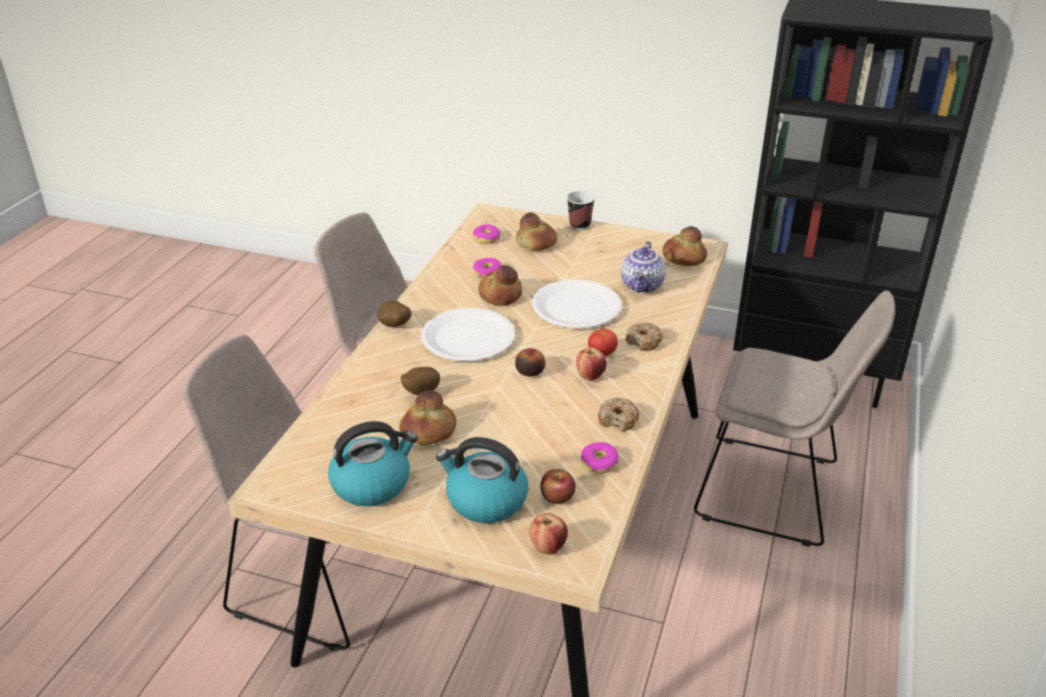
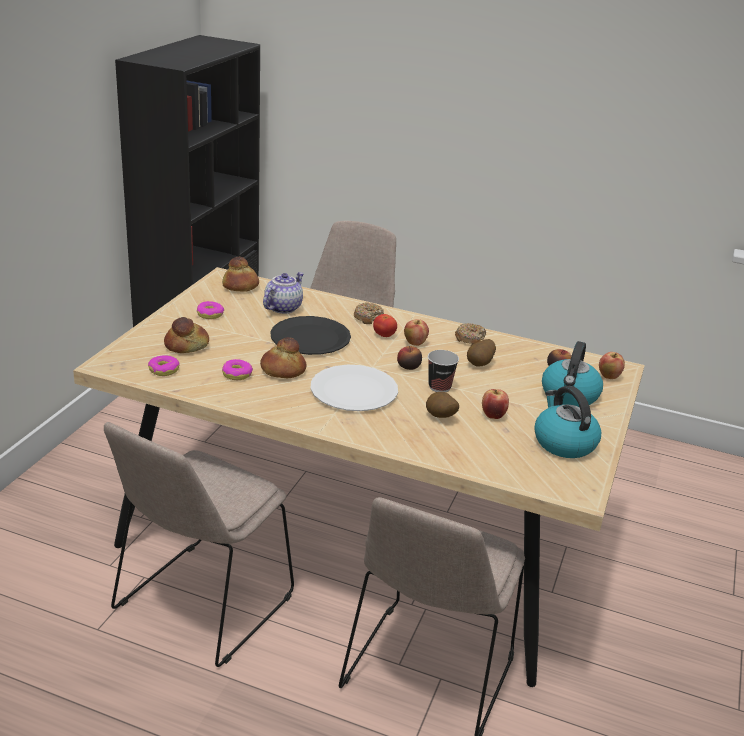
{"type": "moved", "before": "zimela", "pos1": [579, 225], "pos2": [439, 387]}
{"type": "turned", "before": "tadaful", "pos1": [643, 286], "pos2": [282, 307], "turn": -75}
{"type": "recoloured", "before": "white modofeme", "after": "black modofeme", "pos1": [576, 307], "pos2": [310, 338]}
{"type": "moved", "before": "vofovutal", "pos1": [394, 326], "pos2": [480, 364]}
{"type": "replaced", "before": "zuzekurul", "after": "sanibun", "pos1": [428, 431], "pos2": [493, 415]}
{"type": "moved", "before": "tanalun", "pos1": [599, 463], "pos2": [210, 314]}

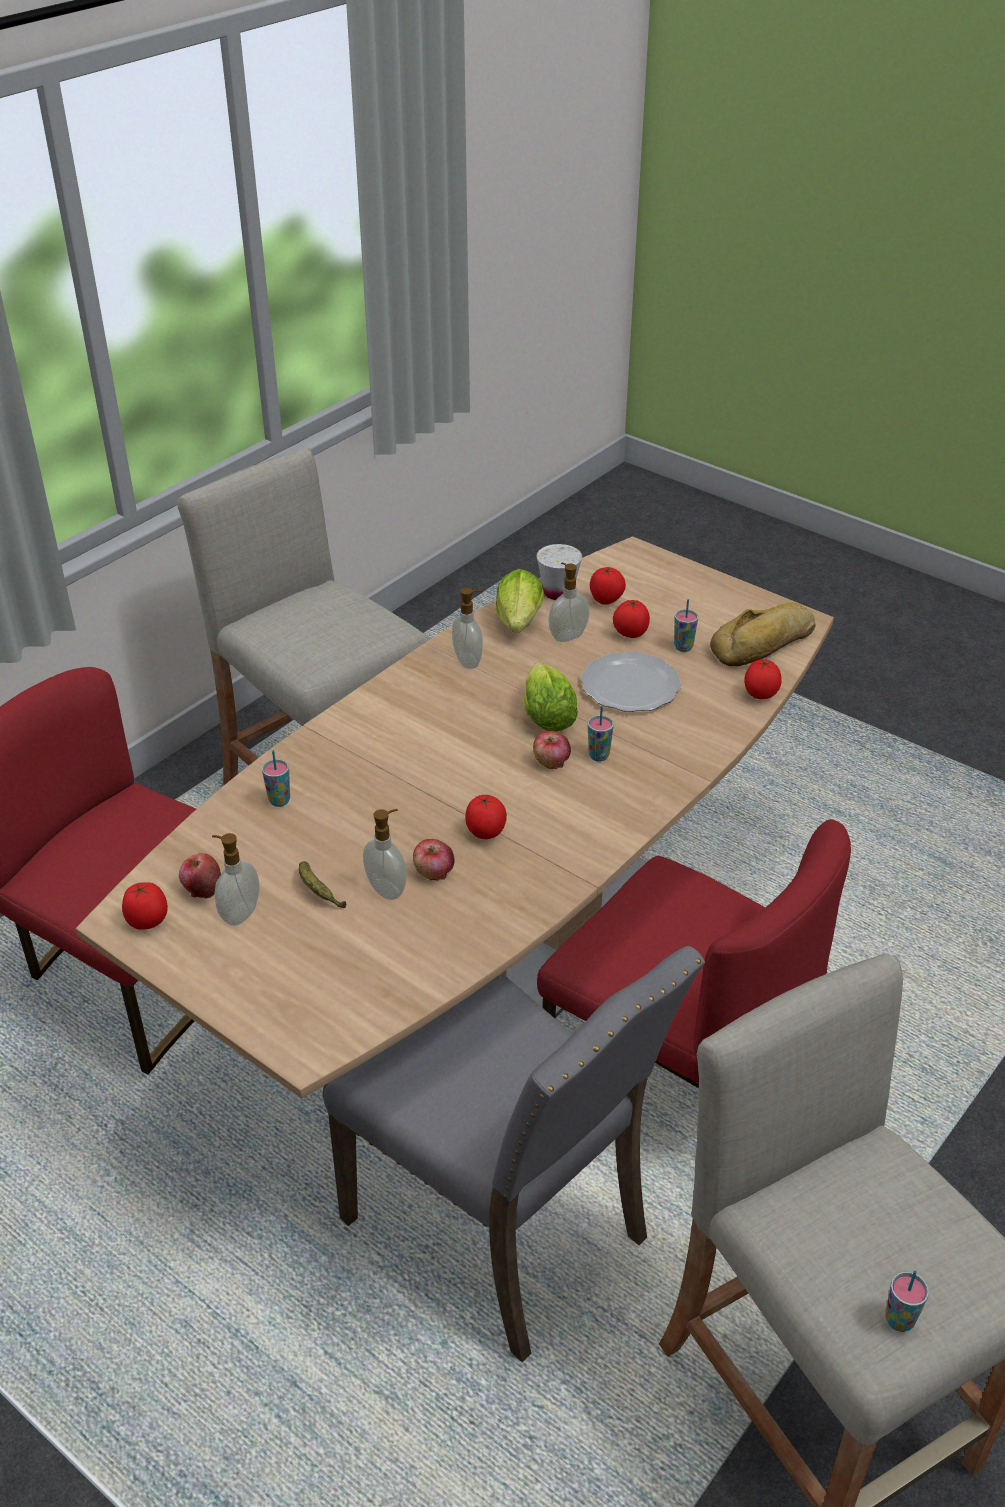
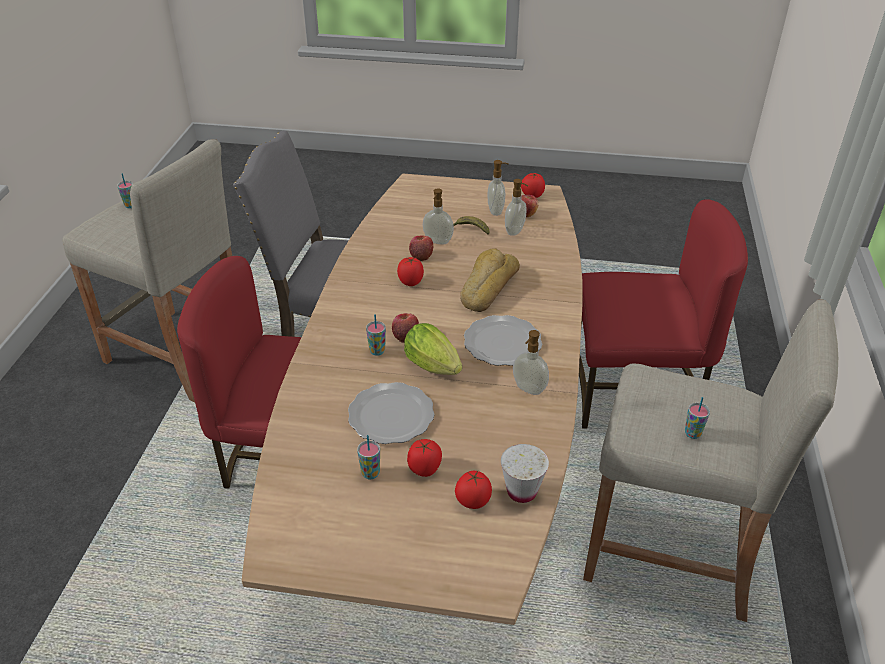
{"type": "moved", "before": "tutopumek", "pos1": [567, 636], "pos2": [515, 231]}
{"type": "removed", "before": "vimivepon", "pos1": [518, 625]}
{"type": "moved", "before": "zuzekurul", "pos1": [765, 644], "pos2": [487, 287]}
{"type": "removed", "before": "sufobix", "pos1": [760, 695]}
{"type": "moved", "before": "zimela", "pos1": [279, 801], "pos2": [692, 433]}
{"type": "added", "after": "modofeme", "pos2": [502, 342]}

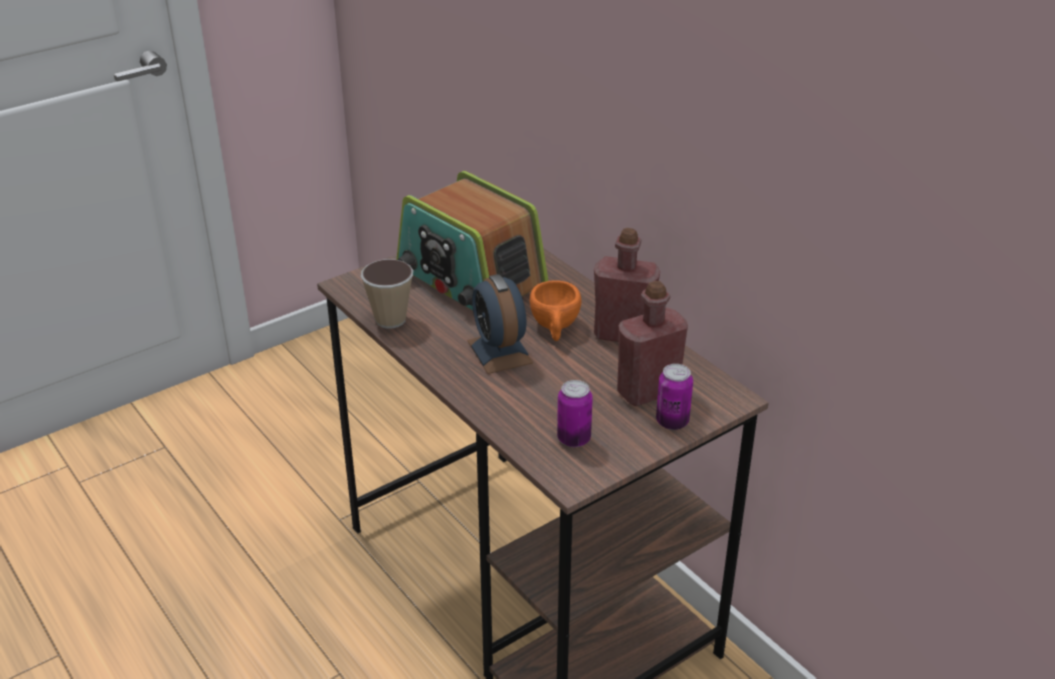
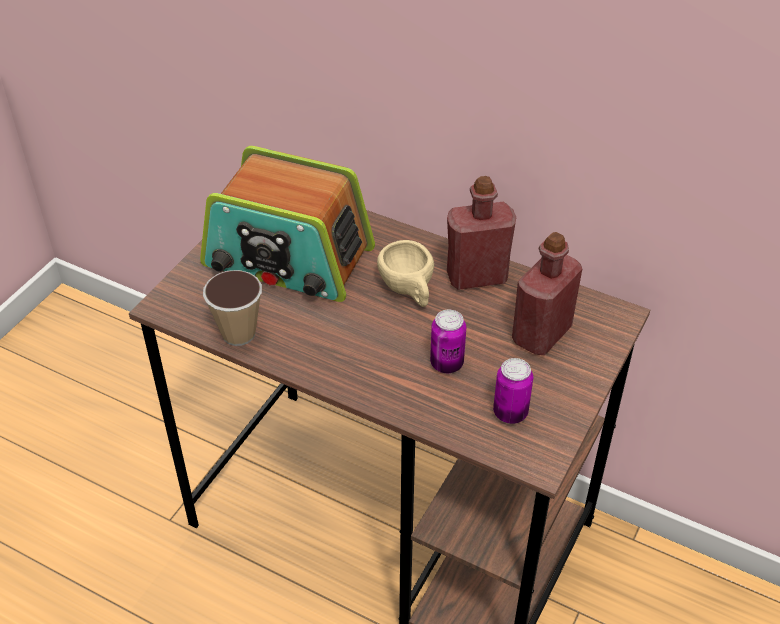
{"type": "removed", "before": "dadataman", "pos1": [499, 352]}
{"type": "recoloured", "before": "orange zimela", "after": "beige zimela", "pos1": [555, 328], "pos2": [409, 290]}
{"type": "moved", "before": "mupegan", "pos1": [672, 422], "pos2": [446, 364]}

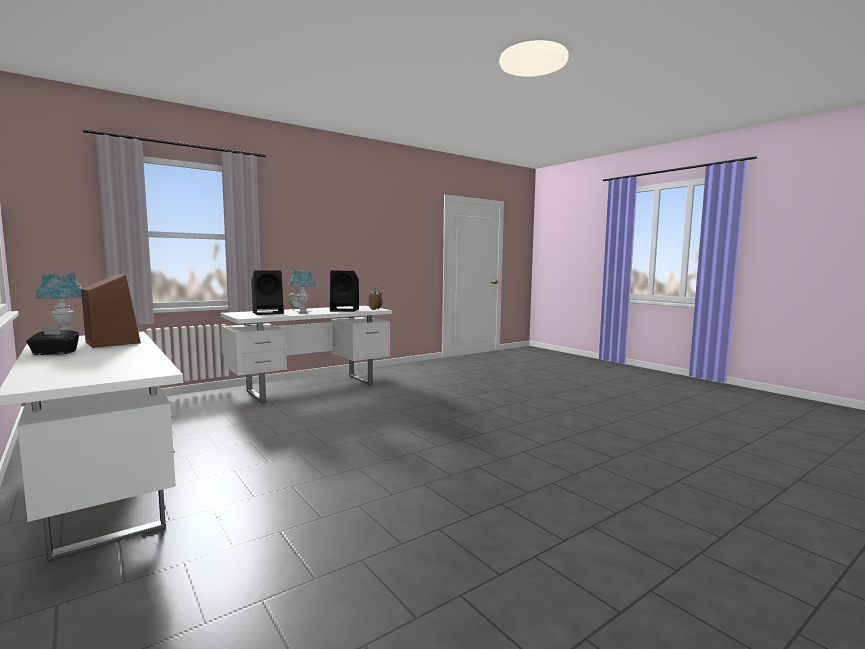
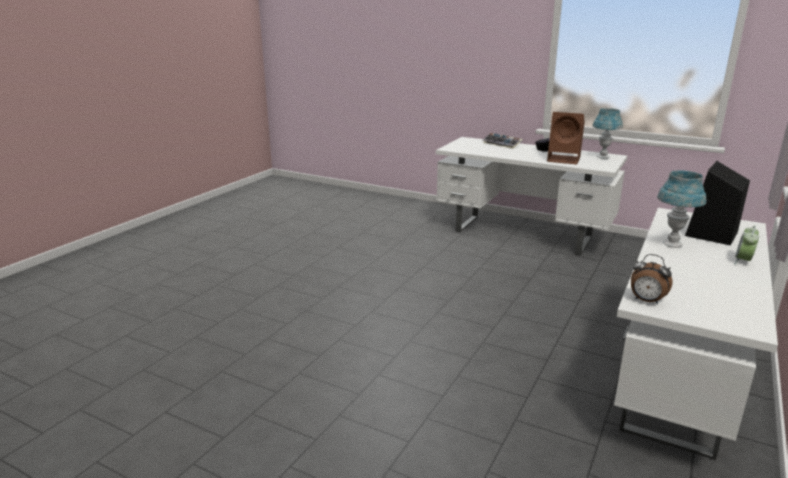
{"type": "removed", "before": "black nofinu", "pos1": [345, 310]}
{"type": "added", "after": "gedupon", "pos2": [503, 144]}

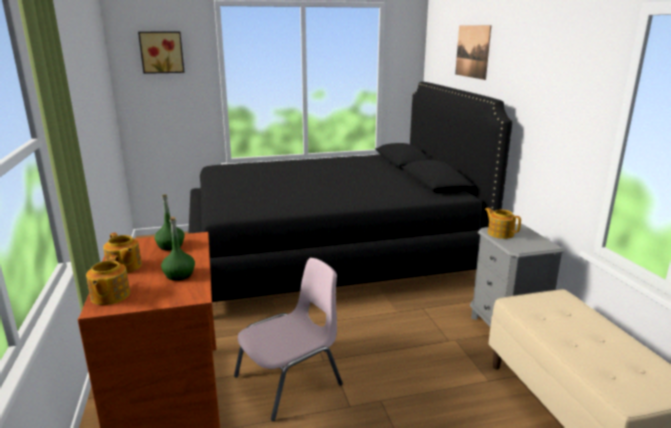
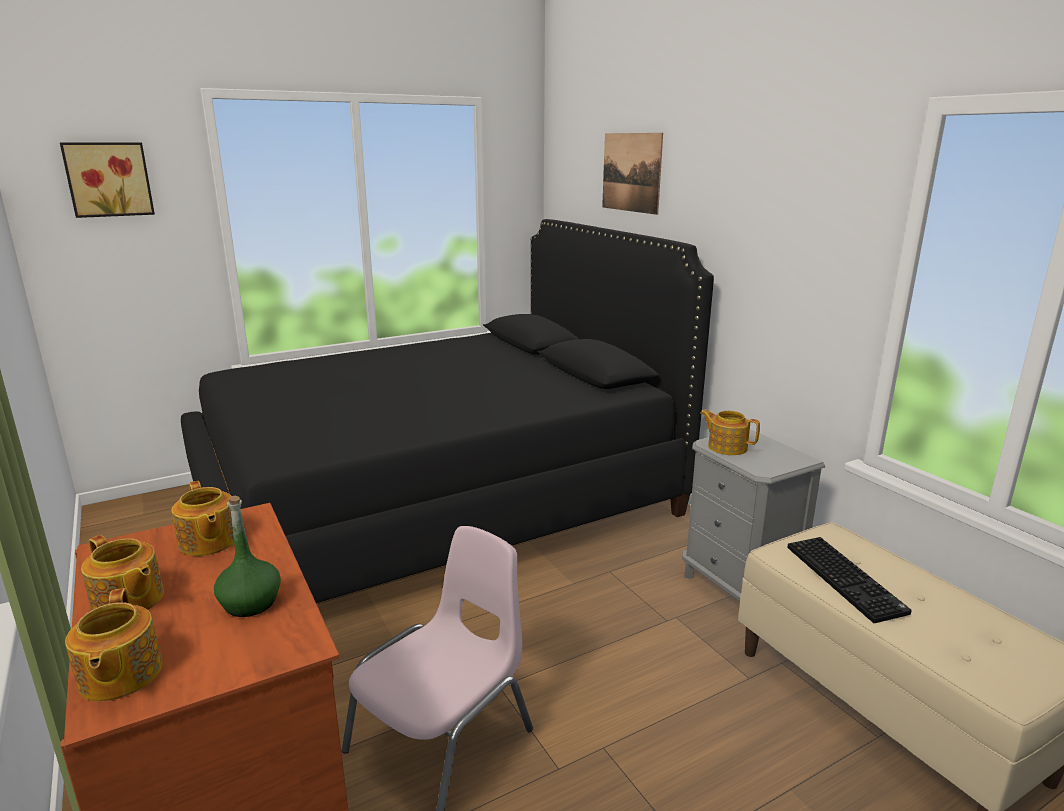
{"type": "replaced", "before": "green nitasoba", "after": "tadaful", "pos1": [170, 246], "pos2": [208, 542]}
{"type": "added", "after": "gedupon", "pos2": [847, 579]}

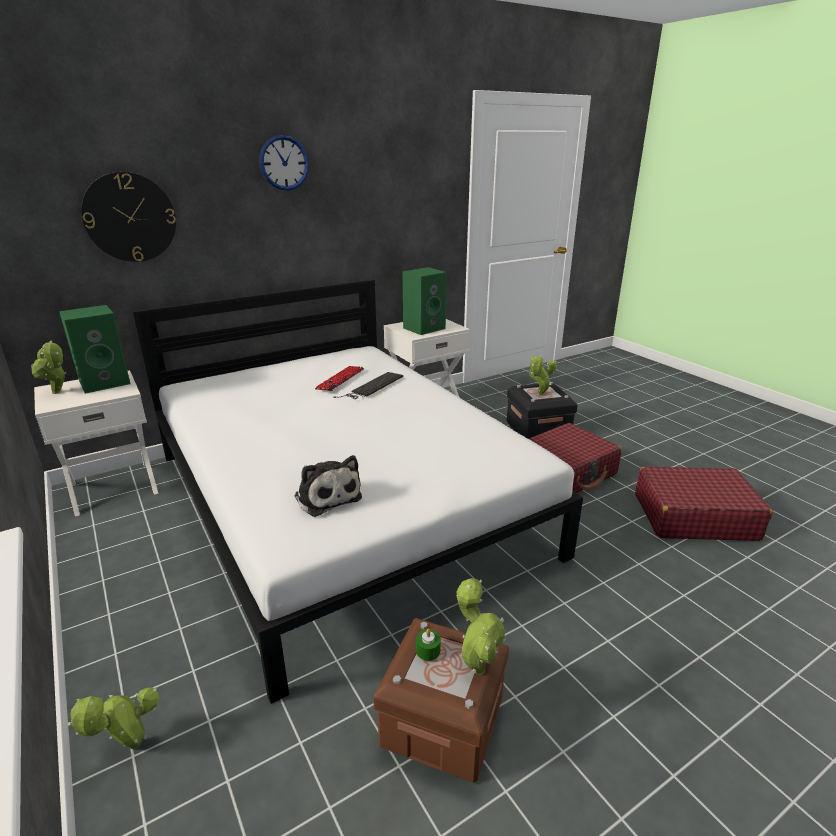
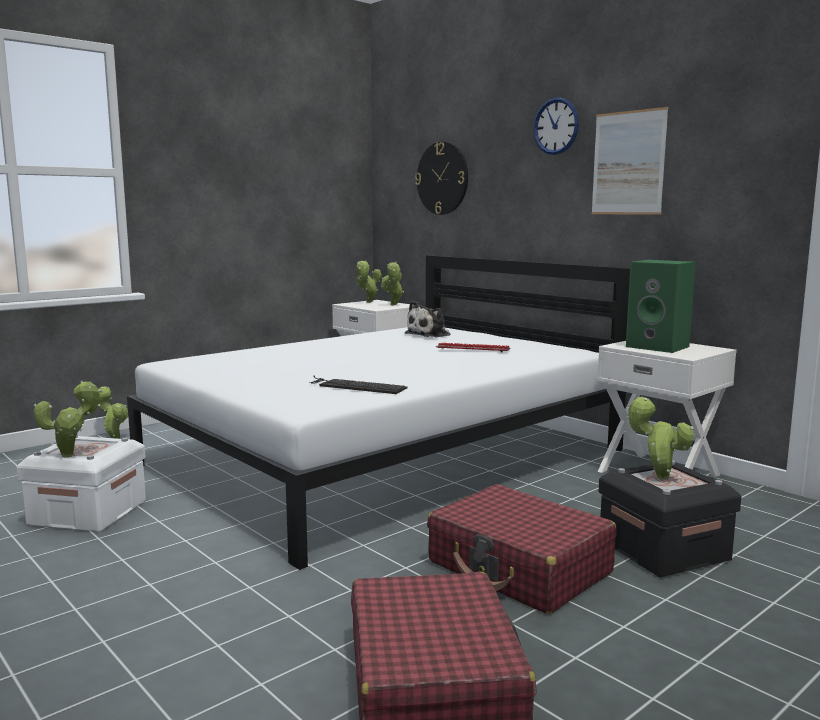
{"type": "replaced", "before": "green nofinu", "after": "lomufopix", "pos1": [106, 382], "pos2": [393, 305]}
{"type": "moved", "before": "gedupon", "pos1": [372, 386], "pos2": [354, 386]}
{"type": "moved", "before": "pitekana", "pos1": [326, 496], "pos2": [430, 334]}
{"type": "recoloured", "before": "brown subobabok", "after": "white subobabok", "pos1": [442, 720], "pos2": [88, 512]}
{"type": "removed", "before": "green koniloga", "pos1": [428, 650]}
{"type": "added", "after": "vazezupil", "pos2": [628, 163]}

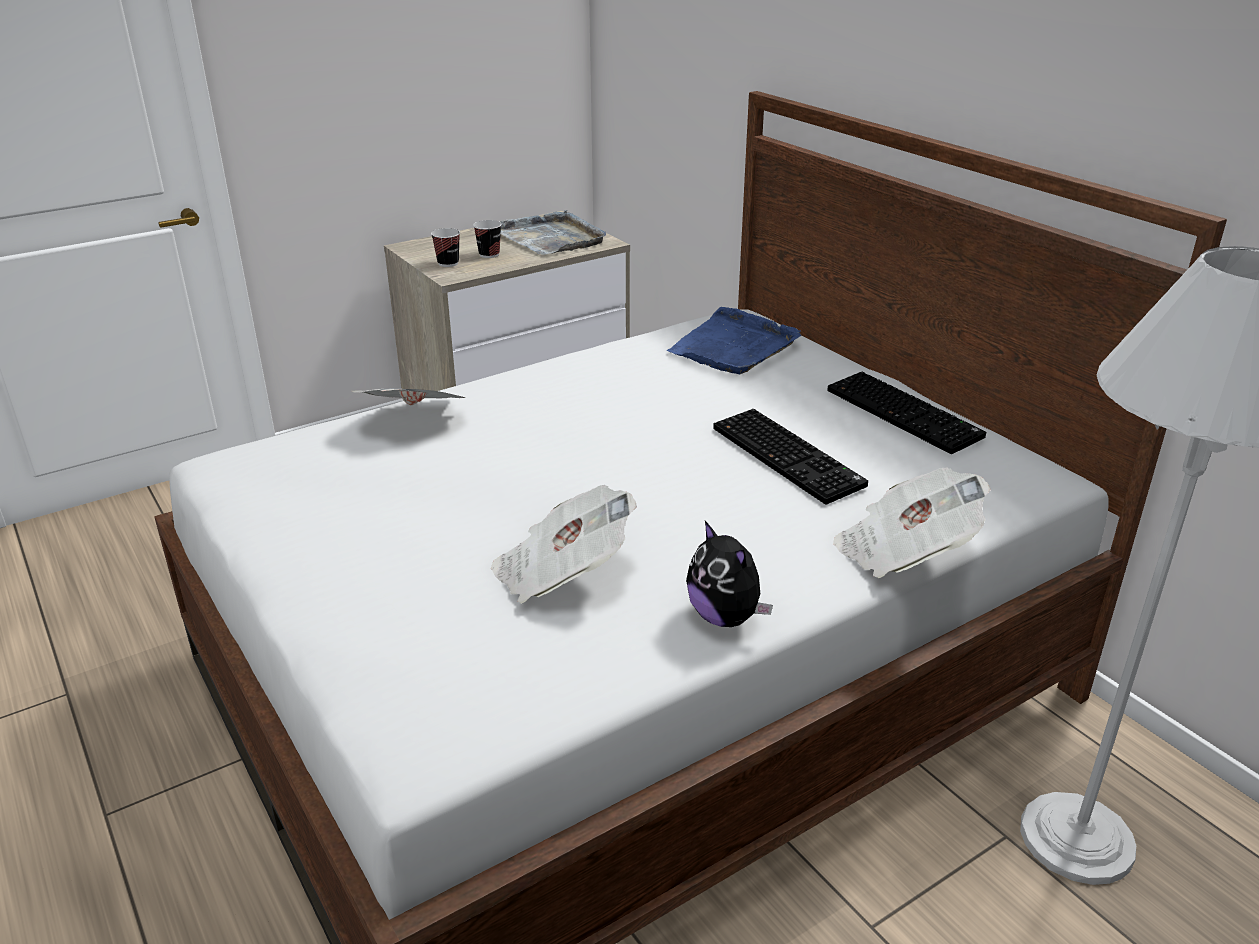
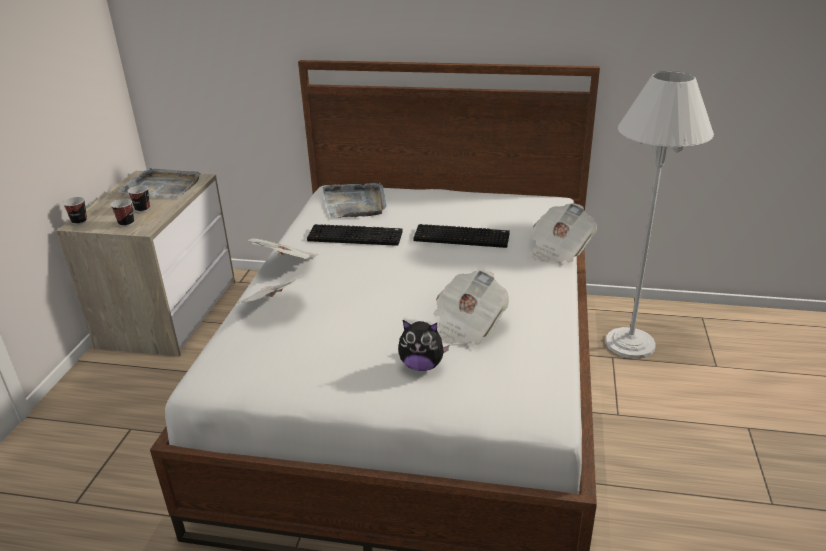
{"type": "recoloured", "before": "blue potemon", "after": "grey potemon", "pos1": [734, 346], "pos2": [355, 203]}
{"type": "moved", "before": "gedupon", "pos1": [906, 414], "pos2": [356, 236]}
{"type": "moved", "before": "pitekana", "pos1": [725, 617], "pos2": [422, 365]}
{"type": "added", "after": "zimela", "pos2": [79, 221]}
{"type": "added", "after": "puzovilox", "pos2": [287, 264]}

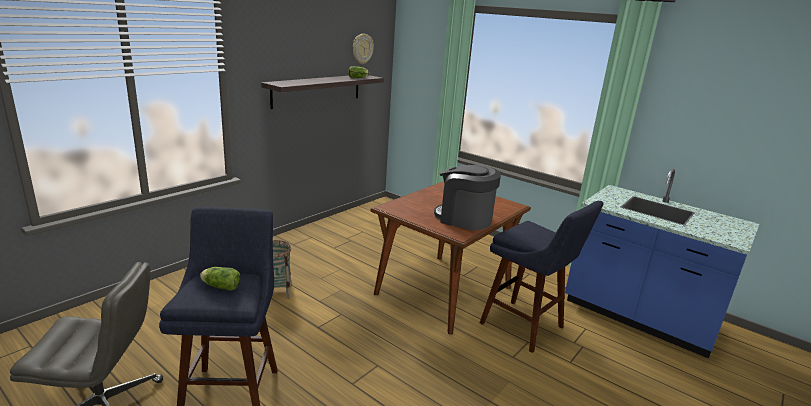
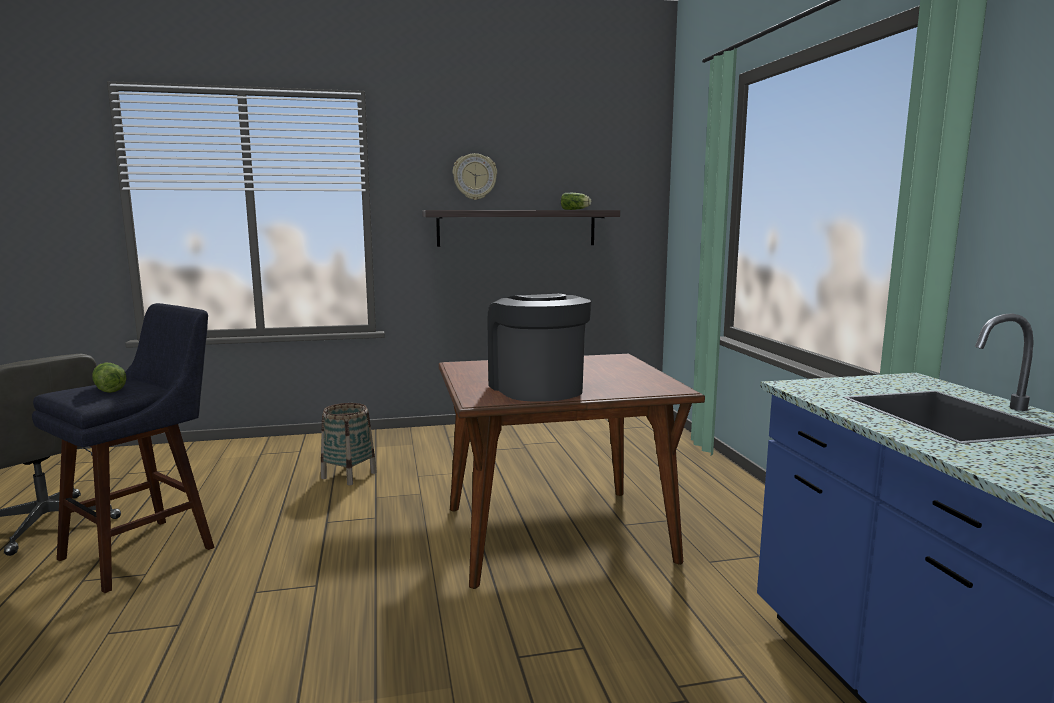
{"type": "moved", "before": "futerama", "pos1": [362, 48], "pos2": [474, 176]}
{"type": "removed", "before": "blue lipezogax", "pos1": [526, 327]}

